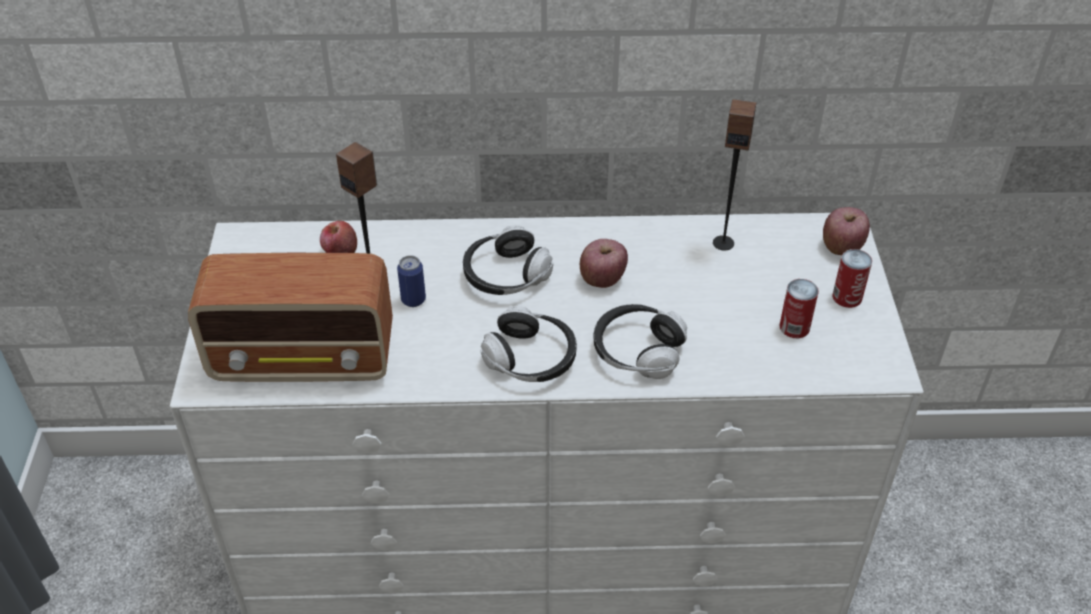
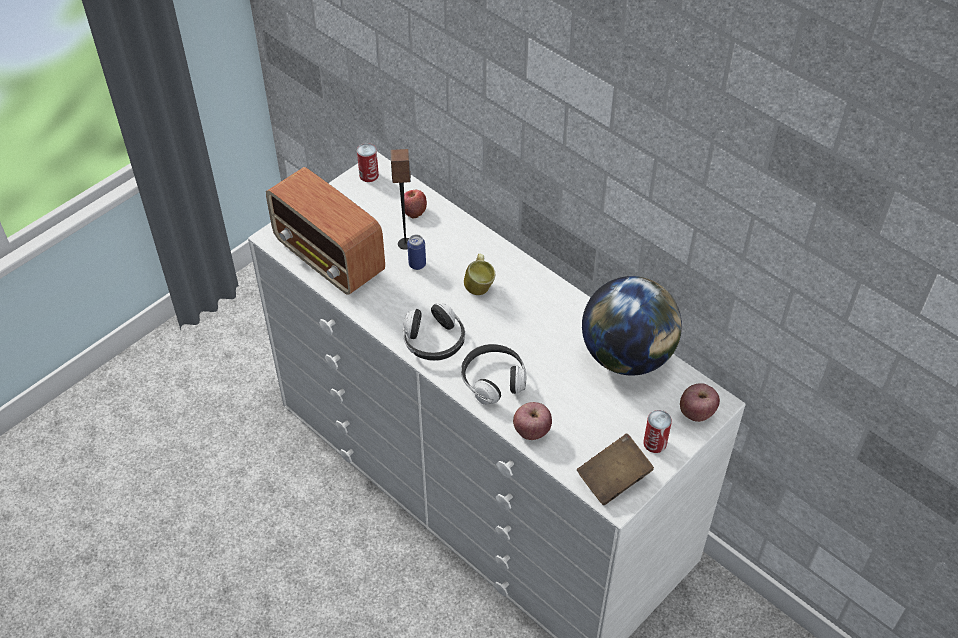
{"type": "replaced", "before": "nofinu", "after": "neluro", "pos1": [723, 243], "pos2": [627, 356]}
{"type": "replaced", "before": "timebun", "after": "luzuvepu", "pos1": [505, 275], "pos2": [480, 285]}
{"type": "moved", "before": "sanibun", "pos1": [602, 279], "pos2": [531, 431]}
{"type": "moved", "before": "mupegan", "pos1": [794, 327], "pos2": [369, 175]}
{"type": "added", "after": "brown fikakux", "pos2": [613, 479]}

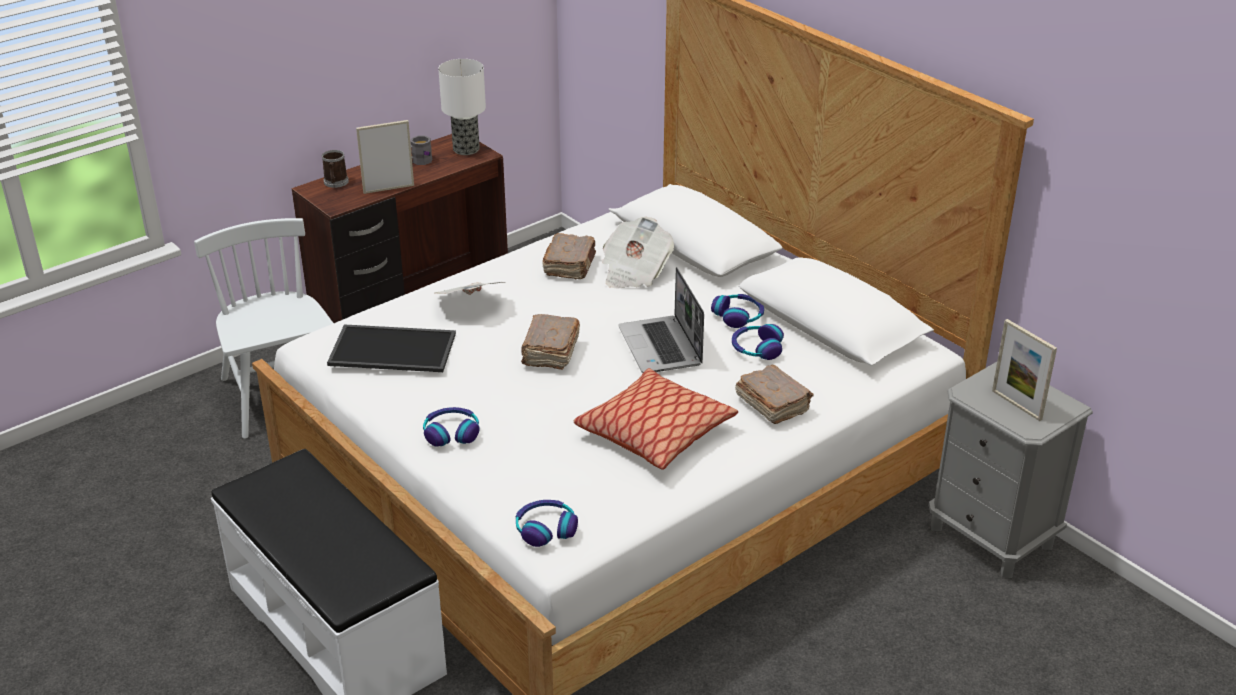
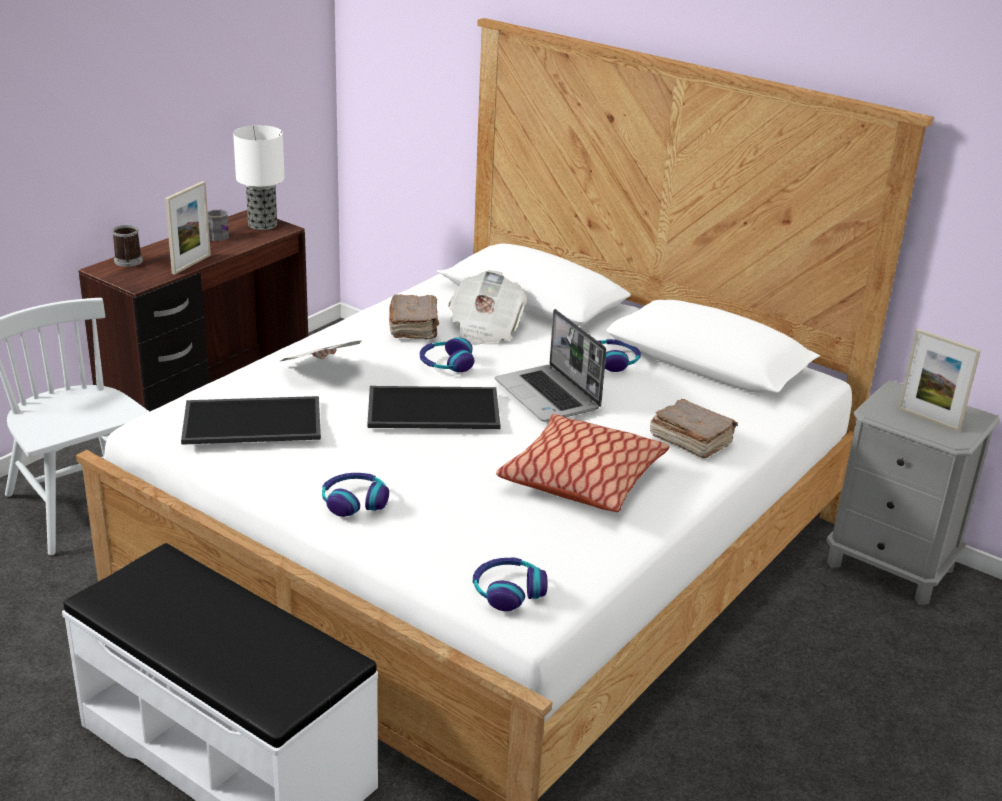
{"type": "turned", "before": "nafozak", "pos1": [388, 189], "pos2": [191, 264], "turn": 150}
{"type": "replaced", "before": "brown fikakux", "after": "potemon", "pos1": [550, 352], "pos2": [432, 410]}
{"type": "moved", "before": "timebun", "pos1": [756, 348], "pos2": [446, 364]}

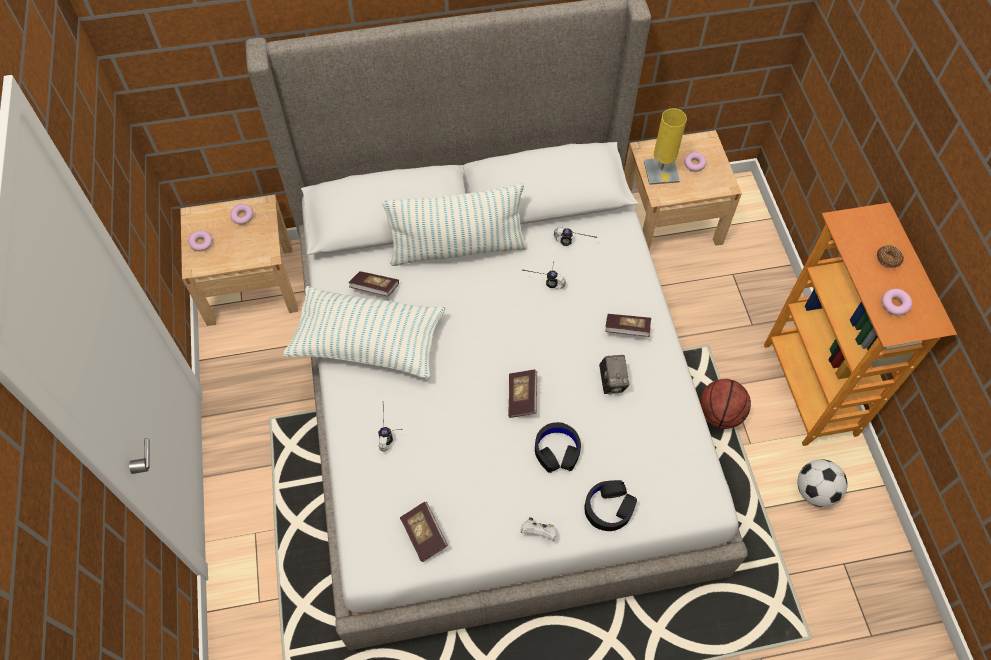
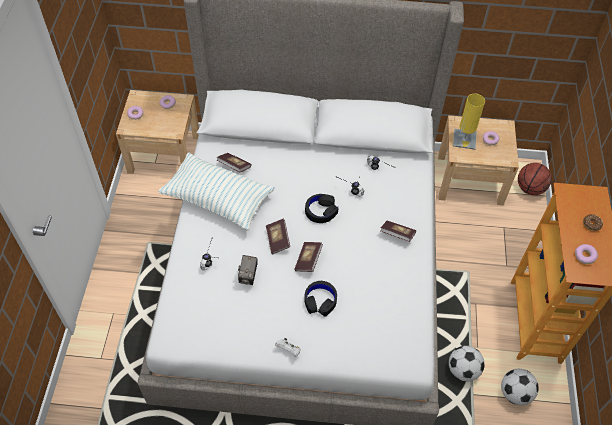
{"type": "removed", "before": "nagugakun", "pos1": [458, 248]}
{"type": "moved", "before": "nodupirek", "pos1": [612, 382], "pos2": [248, 276]}
{"type": "moved", "before": "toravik", "pos1": [720, 414], "pos2": [530, 188]}
{"type": "moved", "before": "black timebun", "pos1": [609, 508], "pos2": [321, 211]}
{"type": "moved", "before": "fikakux", "pos1": [424, 535], "pos2": [278, 240]}
{"type": "added", "after": "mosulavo", "pos2": [463, 370]}

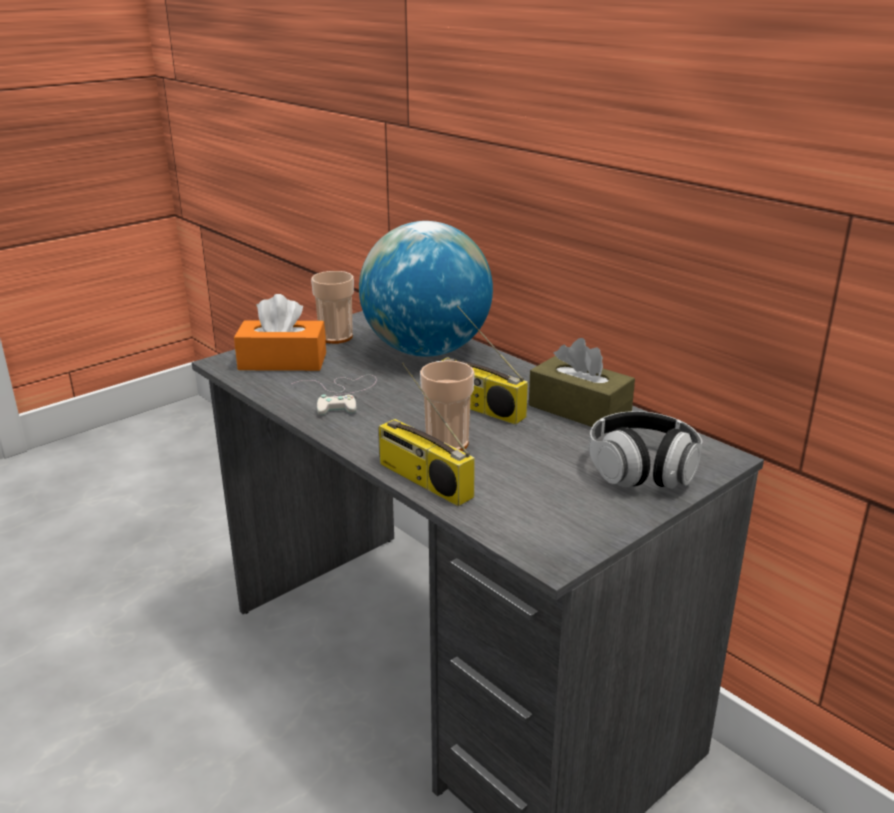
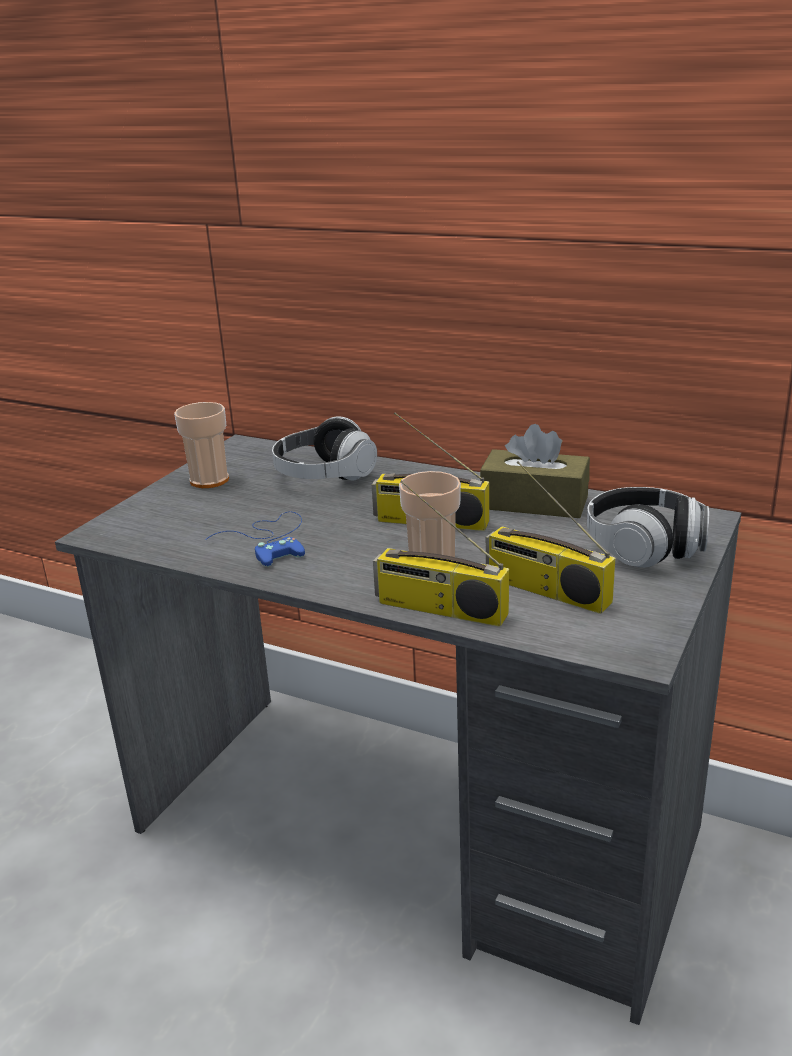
{"type": "replaced", "before": "neluro", "after": "timebun", "pos1": [426, 351], "pos2": [325, 475]}
{"type": "removed", "before": "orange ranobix", "pos1": [282, 361]}
{"type": "recoloured", "before": "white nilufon", "after": "blue nilufon", "pos1": [342, 395], "pos2": [271, 540]}
{"type": "added", "after": "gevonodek", "pos2": [545, 590]}

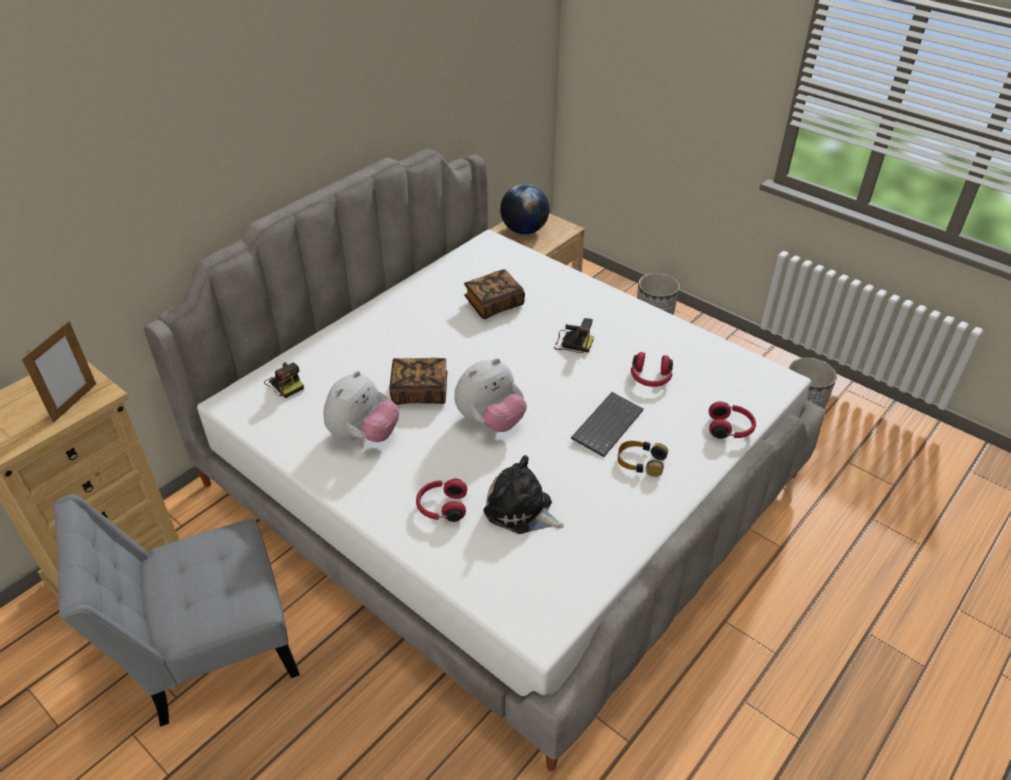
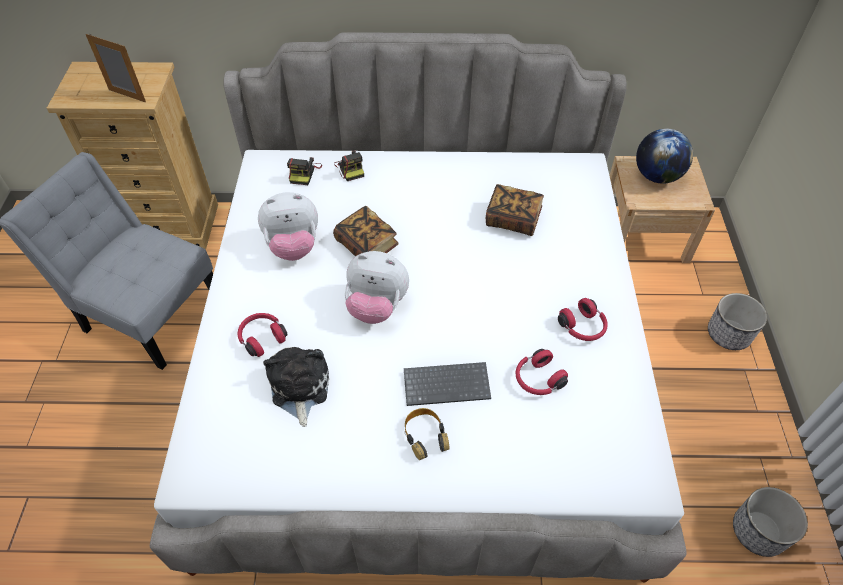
{"type": "moved", "before": "nodupirek", "pos1": [572, 343], "pos2": [350, 168]}
{"type": "turned", "before": "nafozak", "pos1": [75, 402], "pos2": [127, 96], "turn": -135}
{"type": "moved", "before": "red timebun", "pos1": [730, 428], "pos2": [583, 327]}

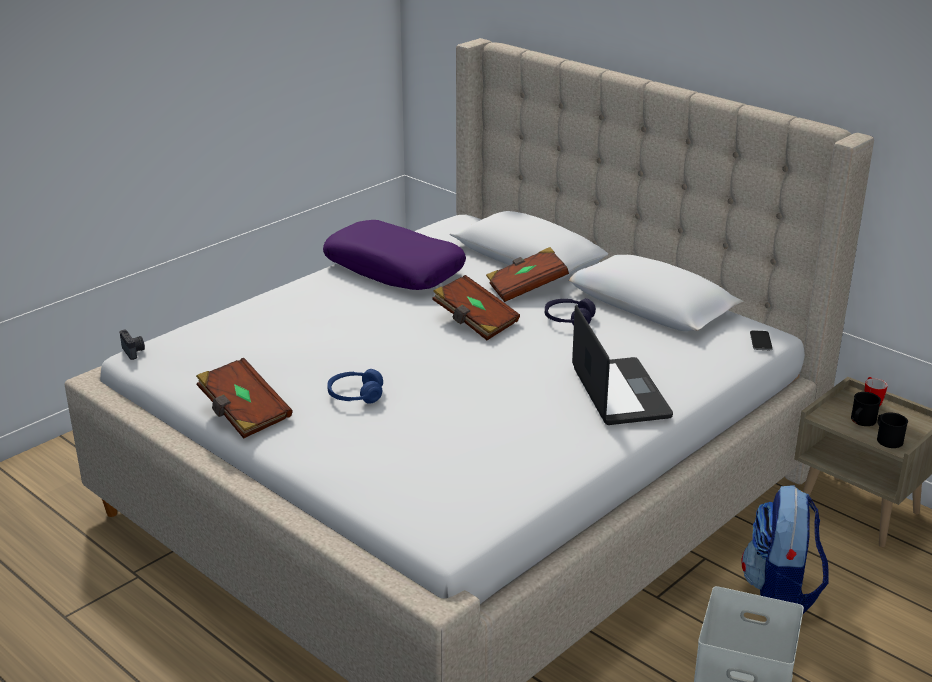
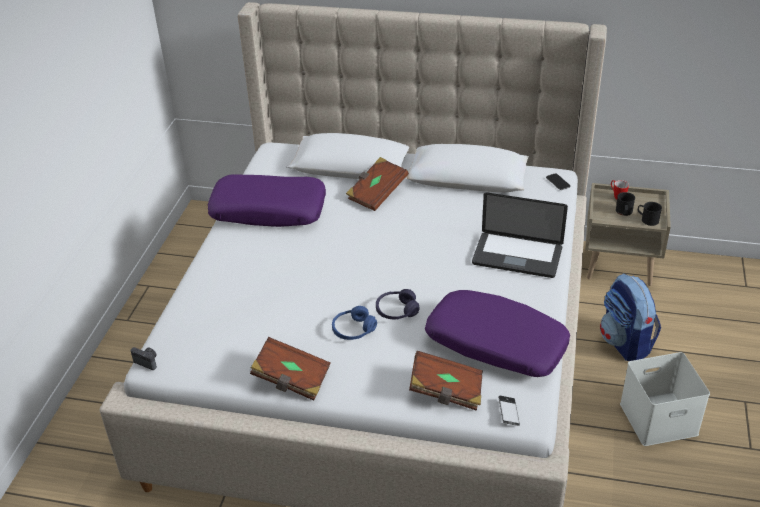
{"type": "moved", "before": "brown fikakux", "pos1": [475, 322], "pos2": [446, 392]}
{"type": "moved", "before": "purple timebun", "pos1": [568, 320], "pos2": [397, 311]}
{"type": "turned", "before": "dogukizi", "pos1": [620, 393], "pos2": [517, 256], "turn": 150}
{"type": "added", "after": "purple nagugakun", "pos2": [495, 345]}
{"type": "added", "after": "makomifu", "pos2": [508, 413]}

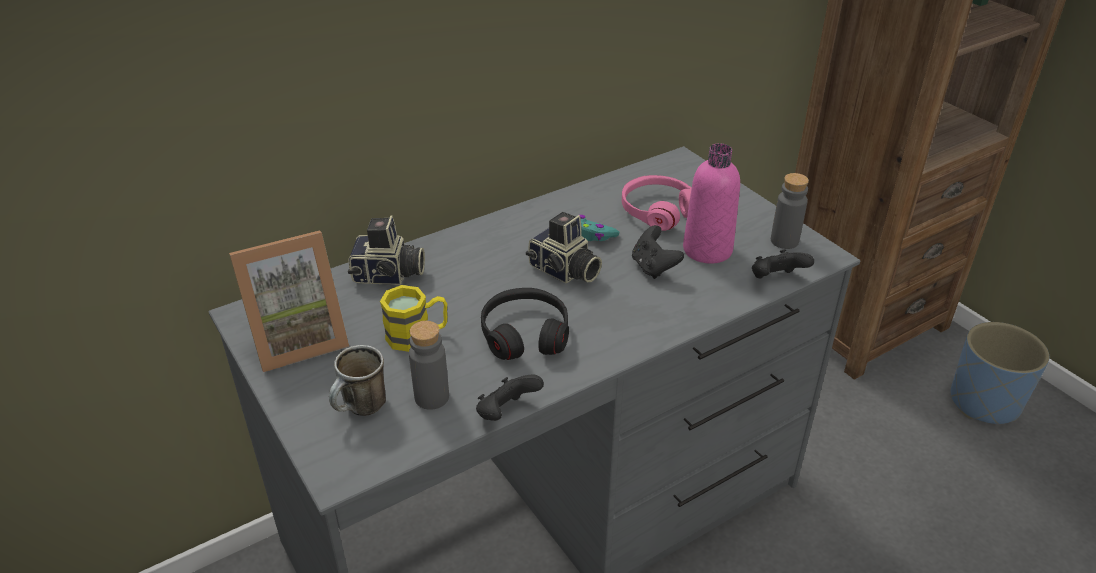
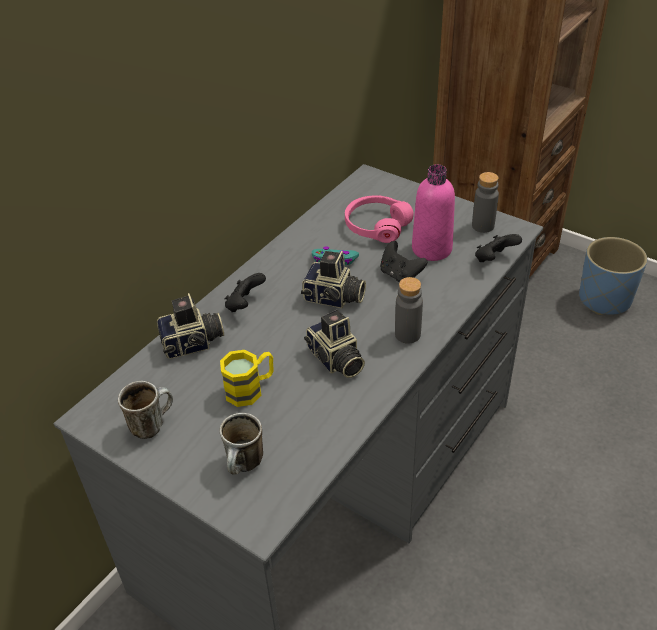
{"type": "replaced", "before": "nafozak", "after": "luzuvepu", "pos1": [298, 339], "pos2": [152, 424]}
{"type": "replaced", "before": "black timebun", "after": "nodupirek", "pos1": [525, 334], "pos2": [335, 360]}
{"type": "moved", "before": "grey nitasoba", "pos1": [432, 397], "pos2": [407, 334]}
{"type": "moved", "before": "black nilufon", "pos1": [506, 413], "pos2": [245, 305]}

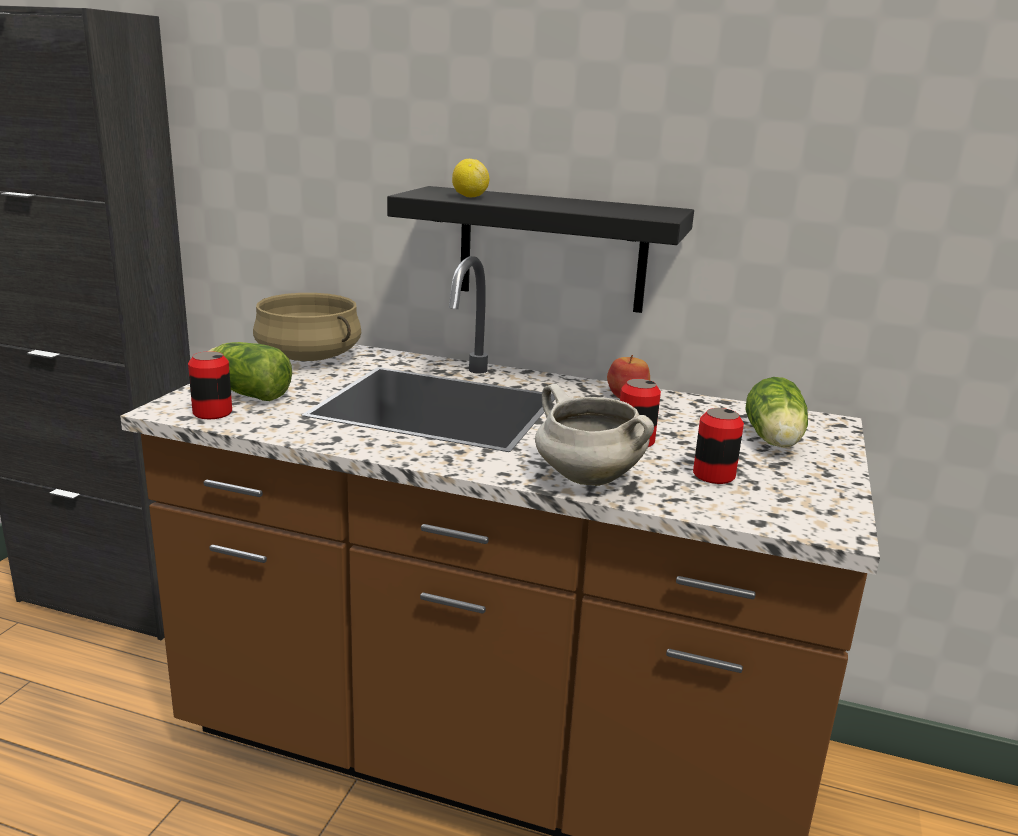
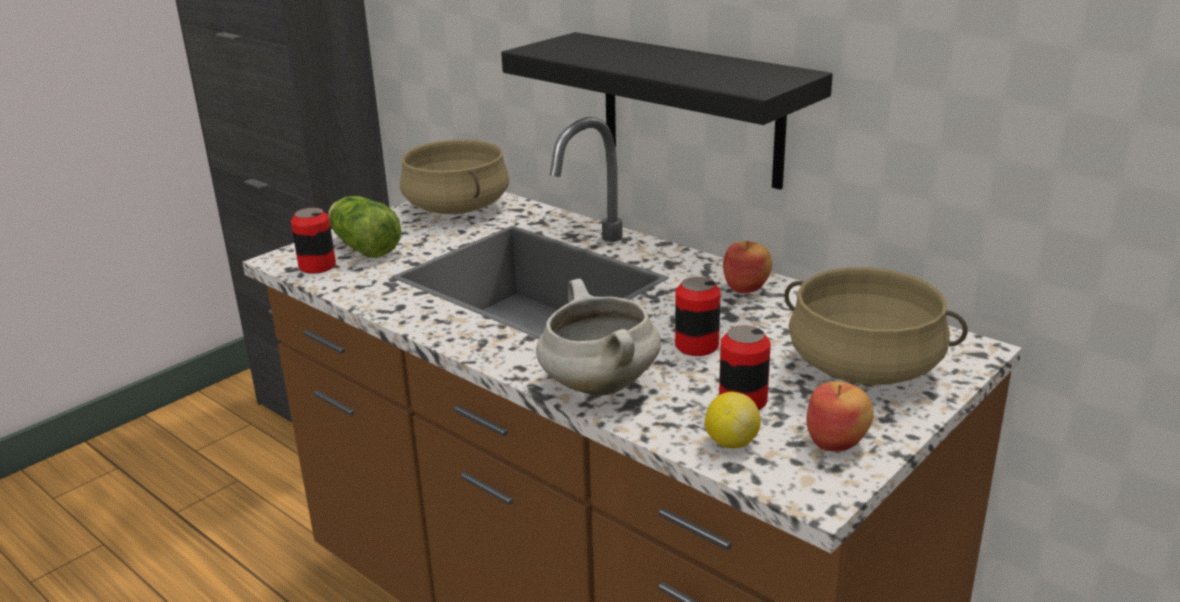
{"type": "moved", "before": "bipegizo", "pos1": [469, 197], "pos2": [731, 442]}
{"type": "replaced", "before": "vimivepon", "after": "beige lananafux", "pos1": [774, 441], "pos2": [865, 366]}
{"type": "added", "after": "sanibun", "pos2": [837, 441]}

